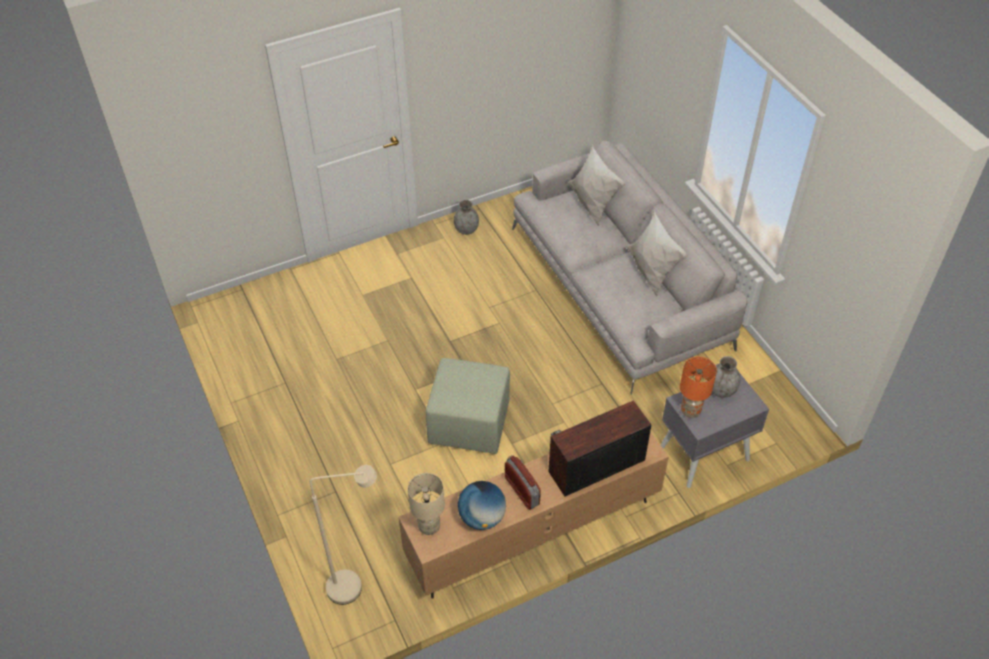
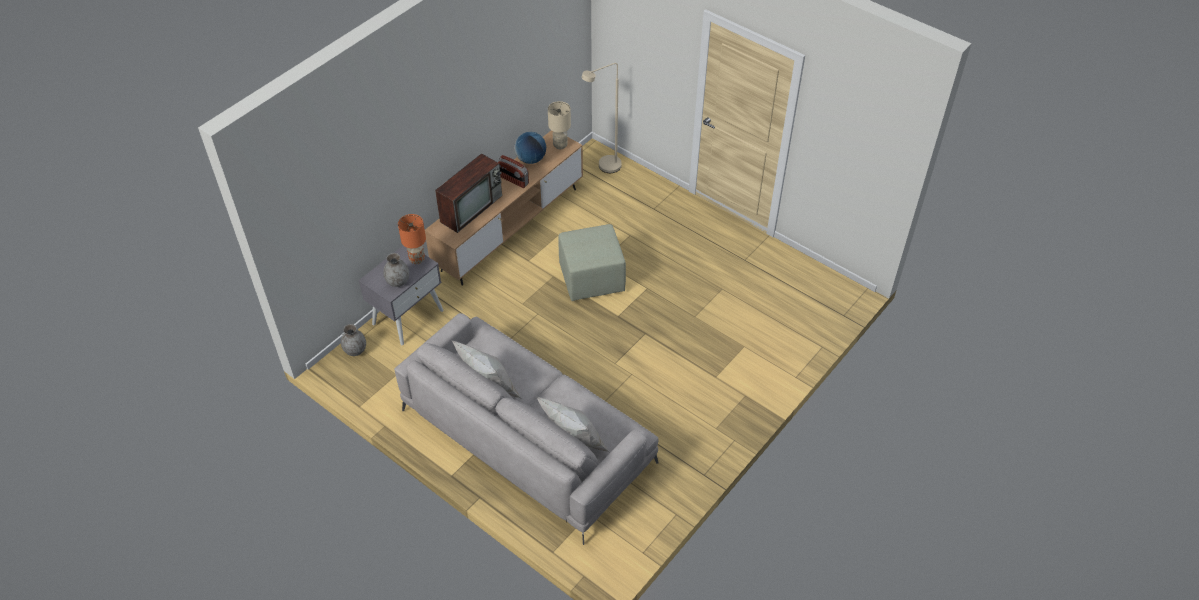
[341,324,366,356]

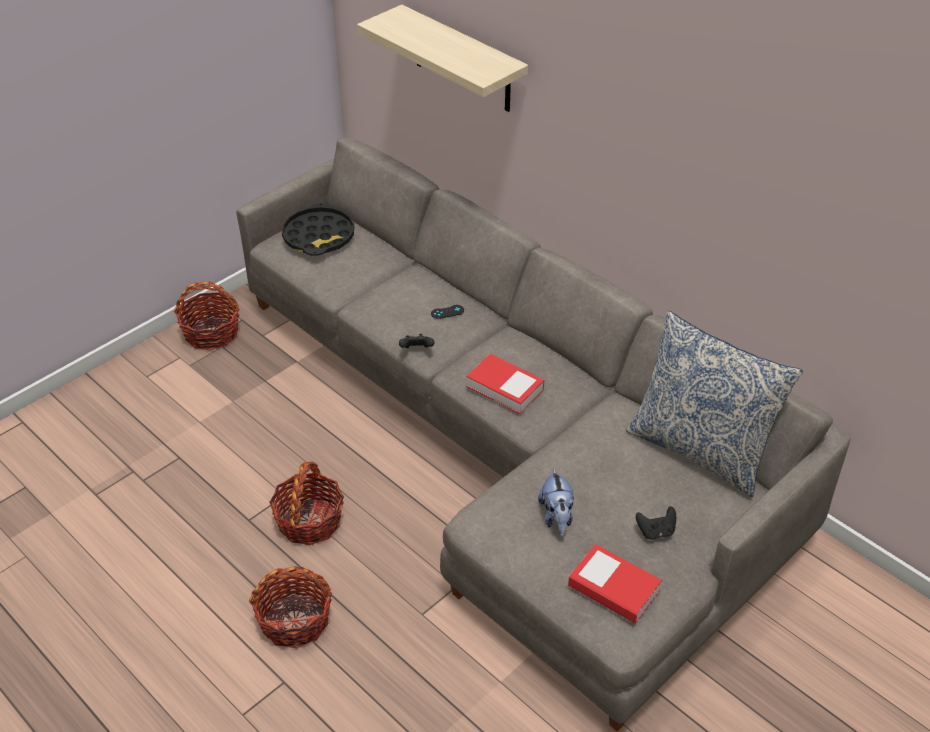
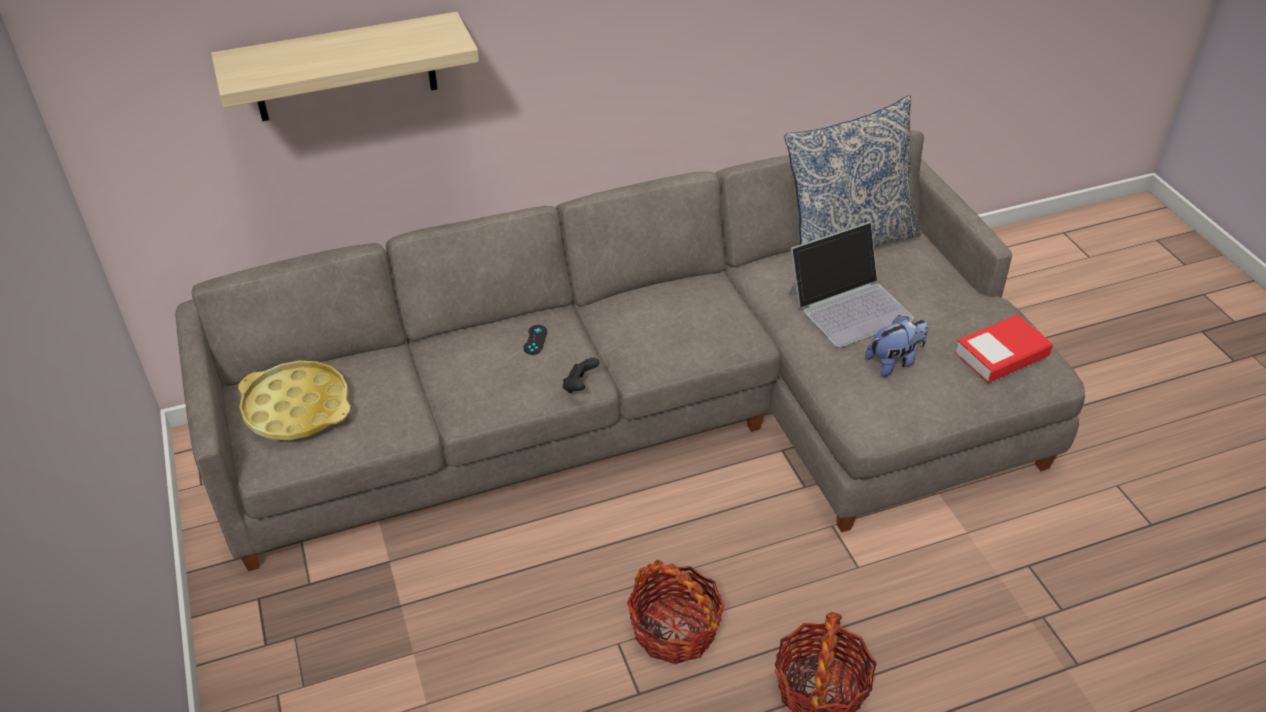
[238,361,351,440]
[787,222,914,347]
[865,315,928,377]
[174,282,239,350] (first image)
[466,354,544,414] (first image)
[636,506,676,540] (first image)

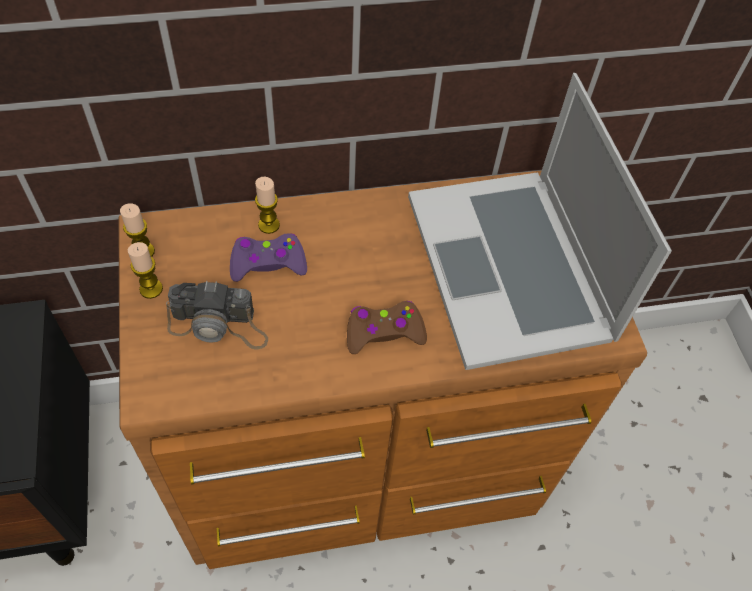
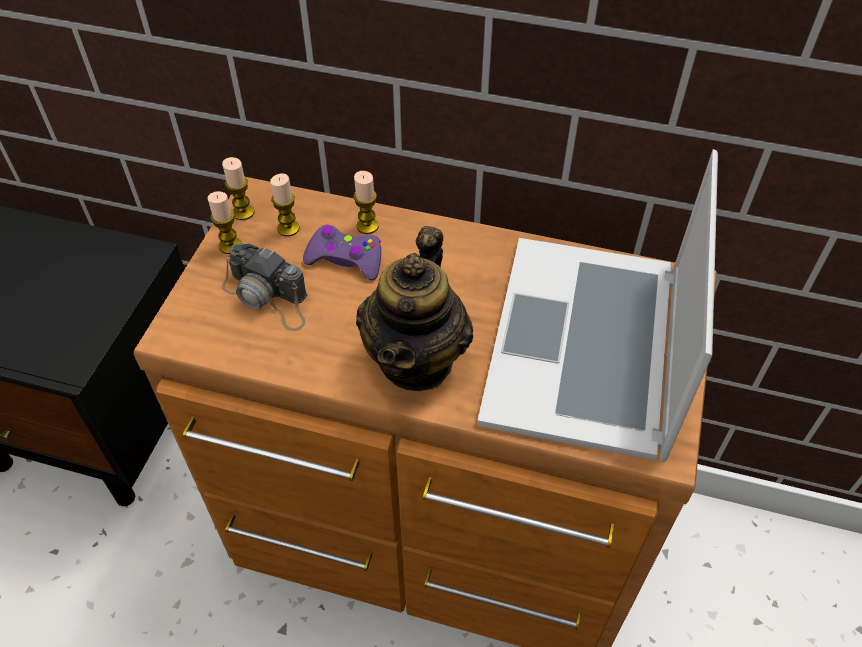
[270,174,300,237]
[356,226,473,391]

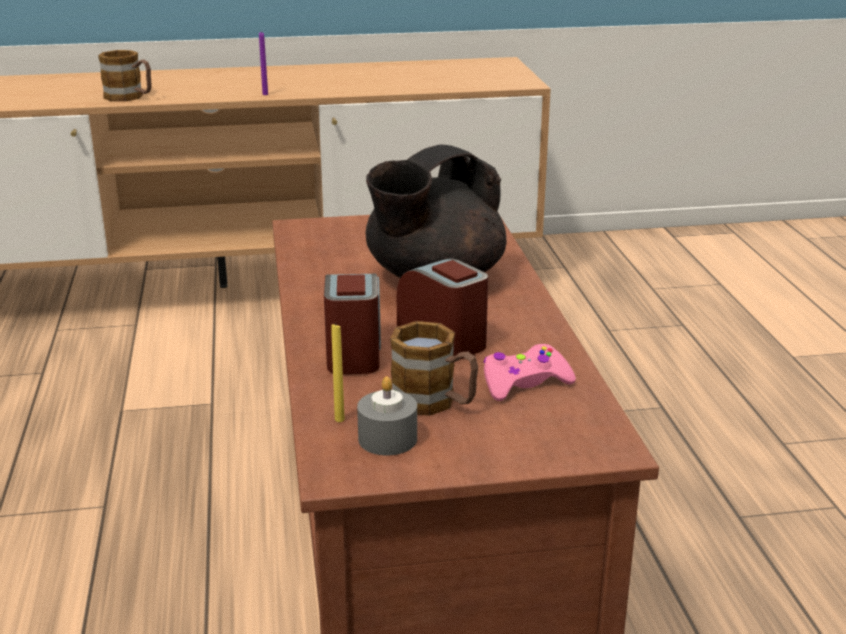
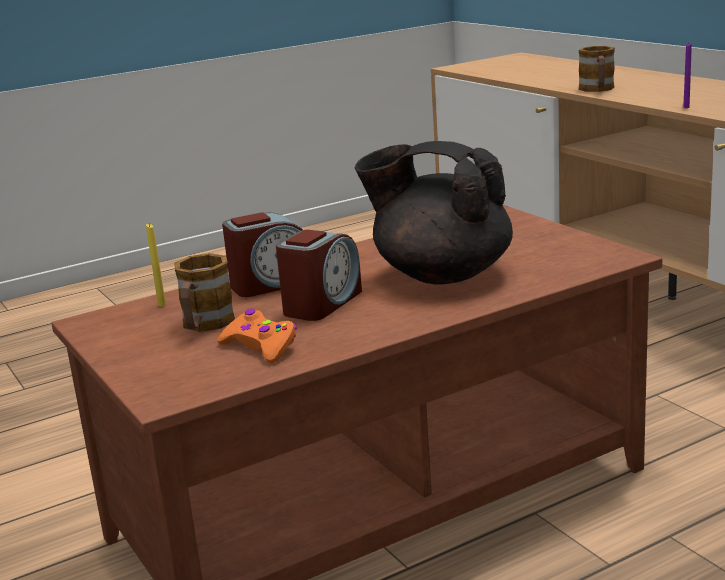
[217,308,297,363]
[357,376,417,455] (first image)

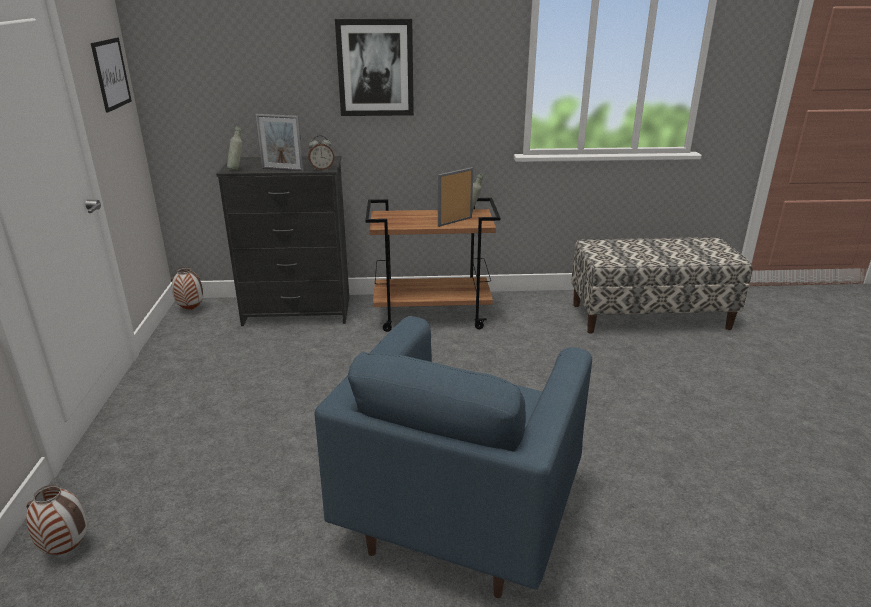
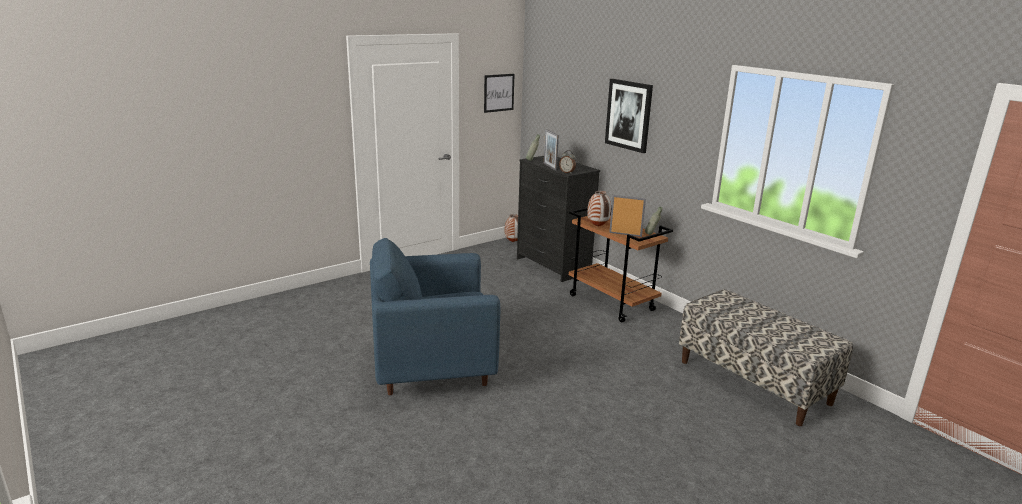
[587,191,611,227]

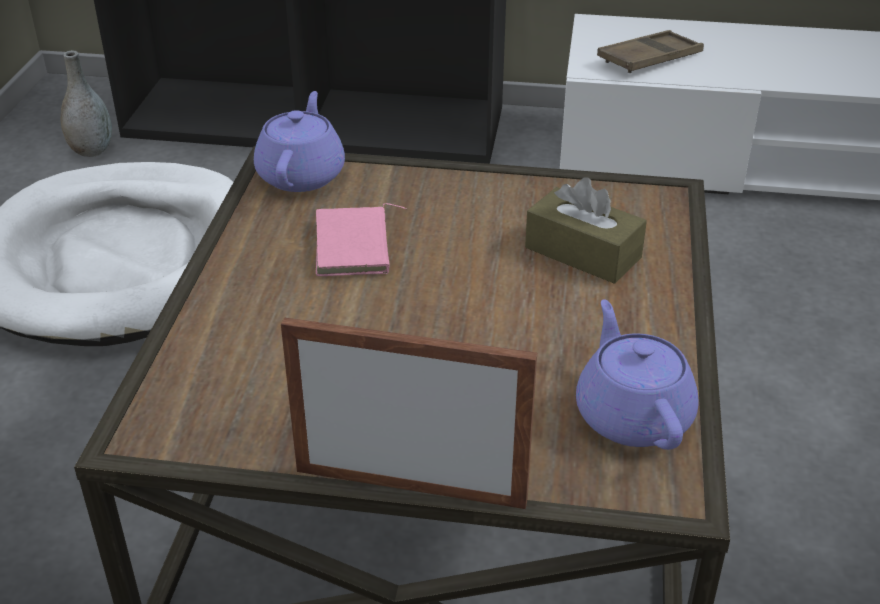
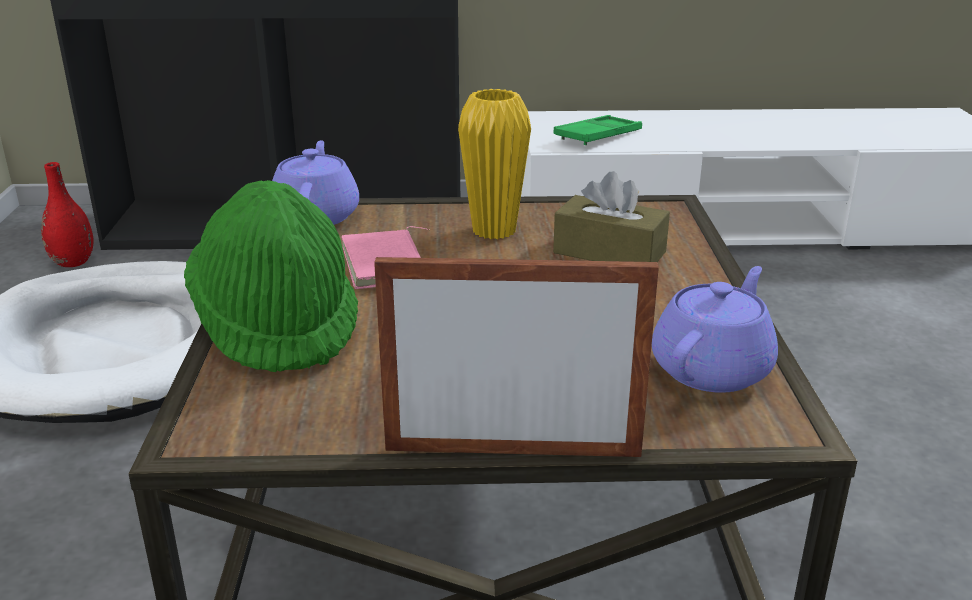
[41,162,94,267]
[184,180,358,372]
[458,89,531,239]
[553,115,642,145]
[652,266,778,393]

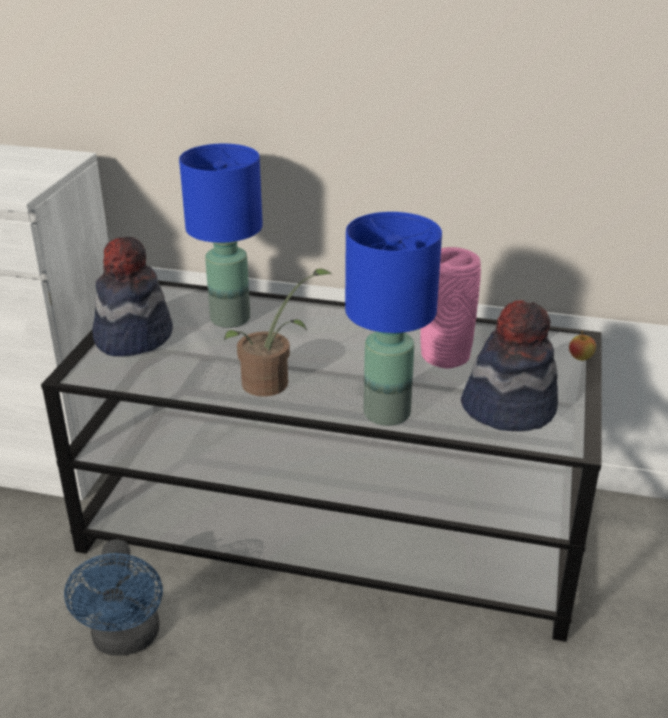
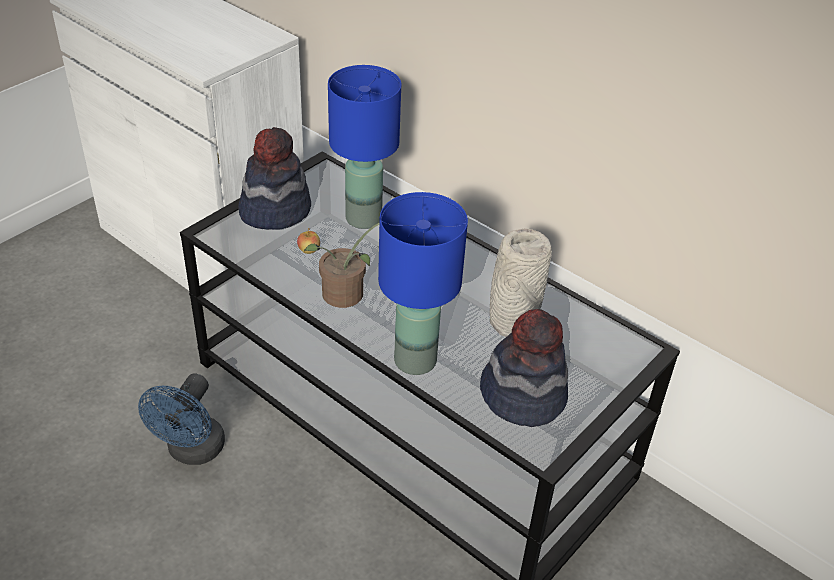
[297,228,320,254]
[490,228,552,337]

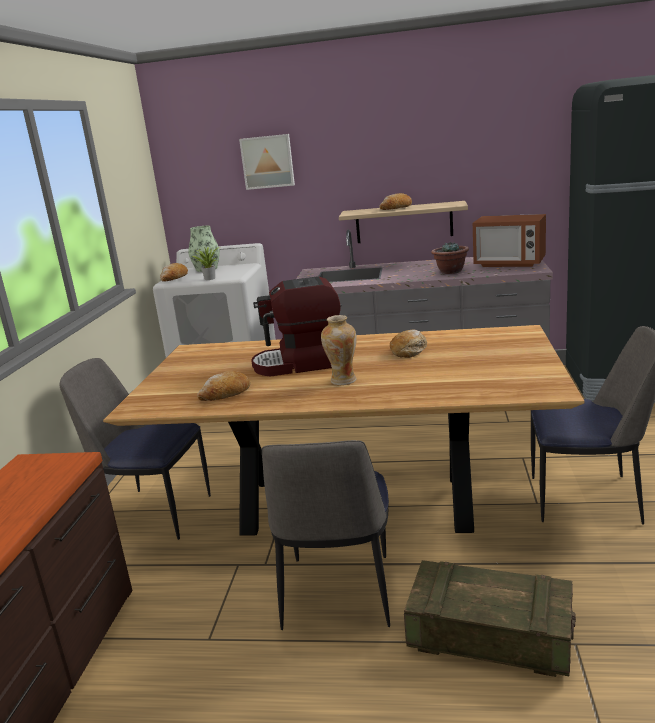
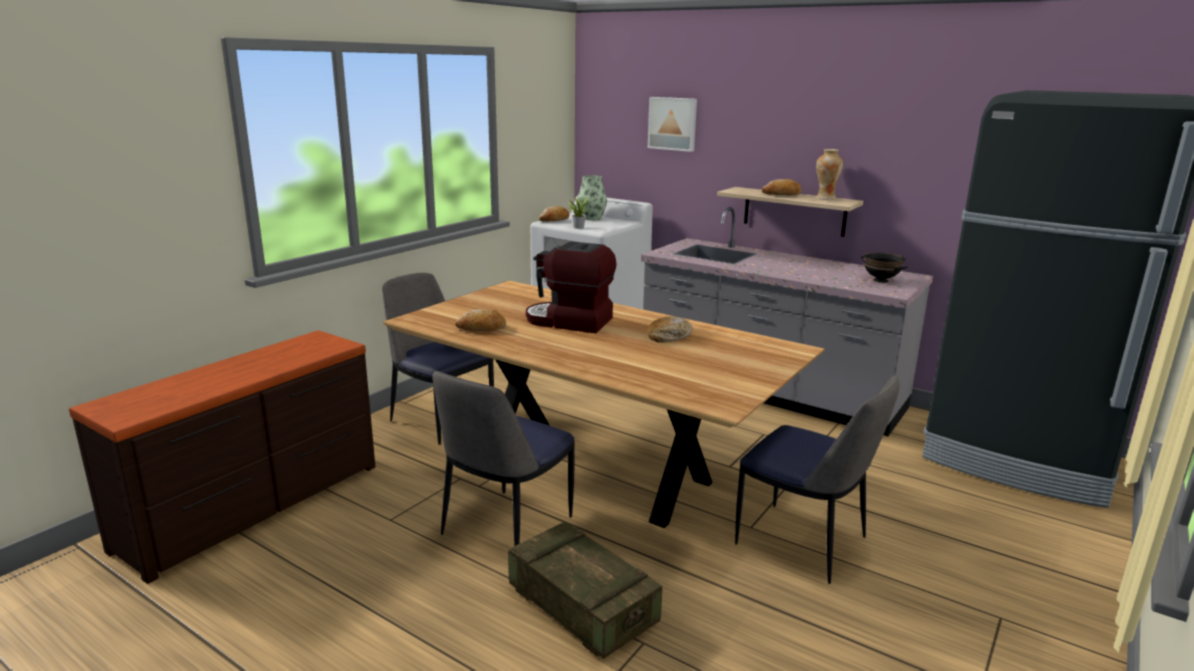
[816,149,843,200]
[861,252,908,283]
[431,241,469,274] (first image)

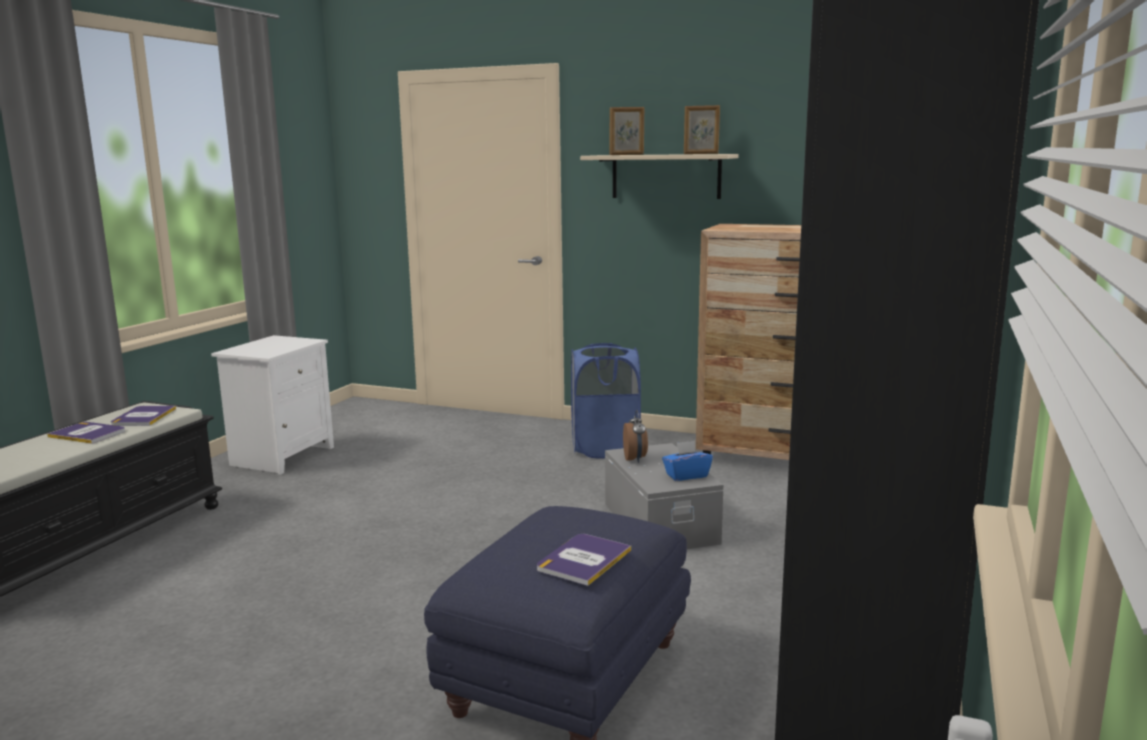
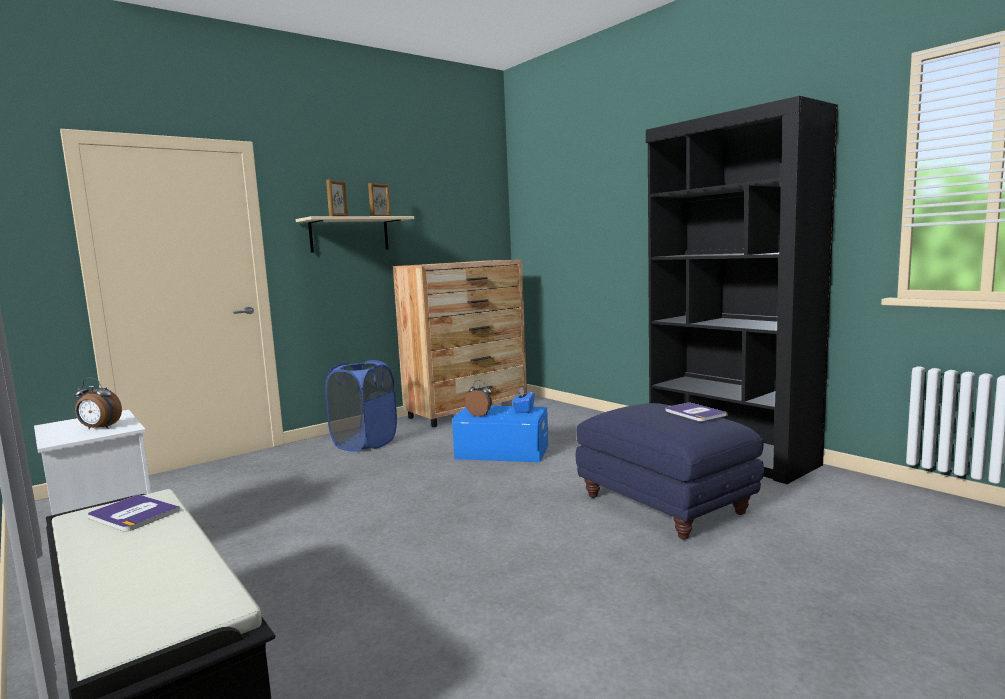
[74,378,122,429]
[452,406,549,462]
[47,422,125,444] (first image)

